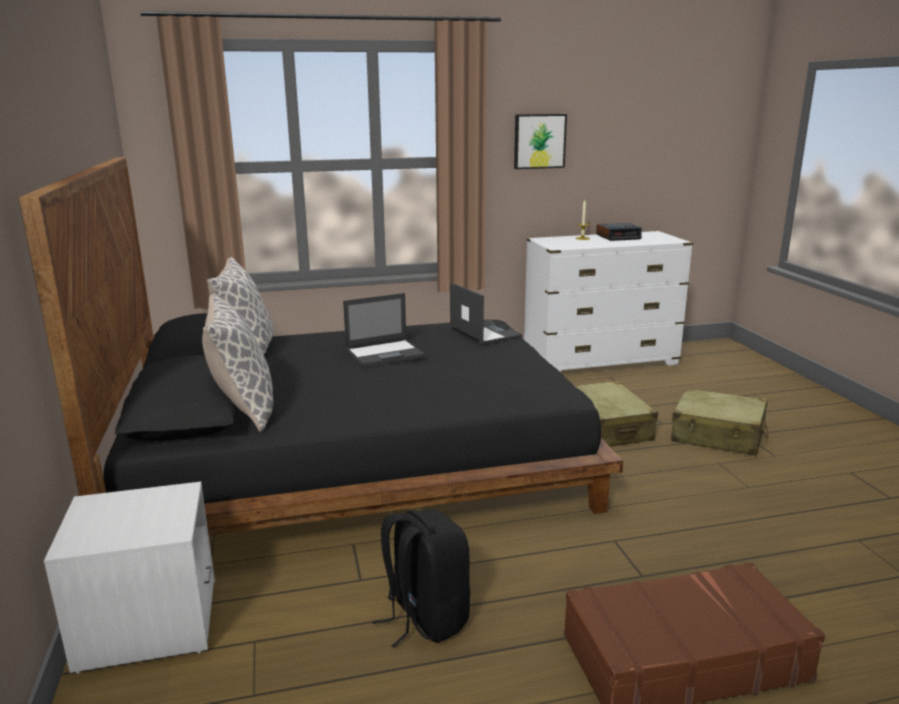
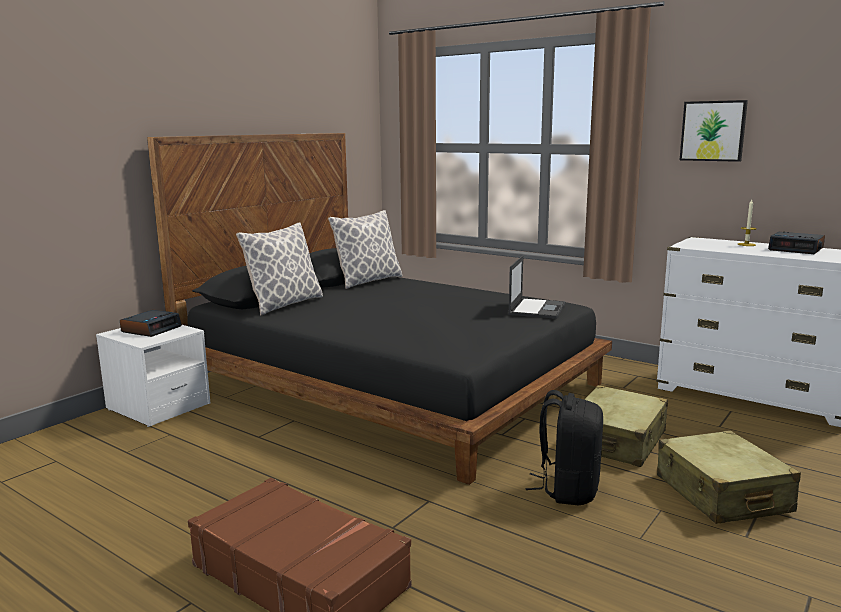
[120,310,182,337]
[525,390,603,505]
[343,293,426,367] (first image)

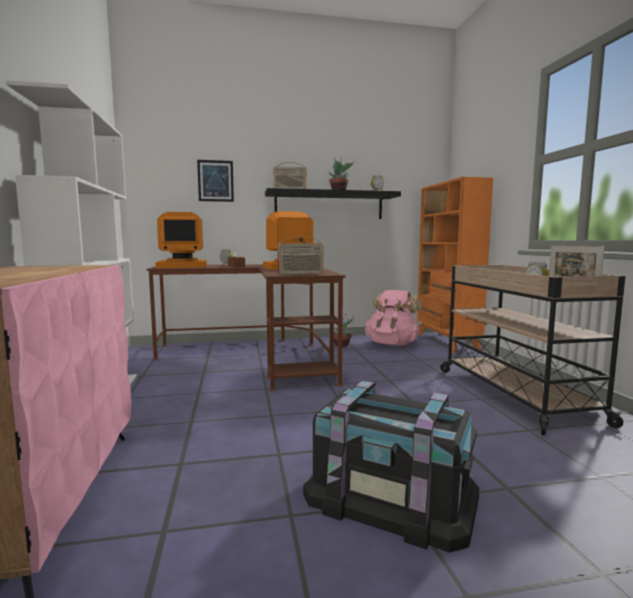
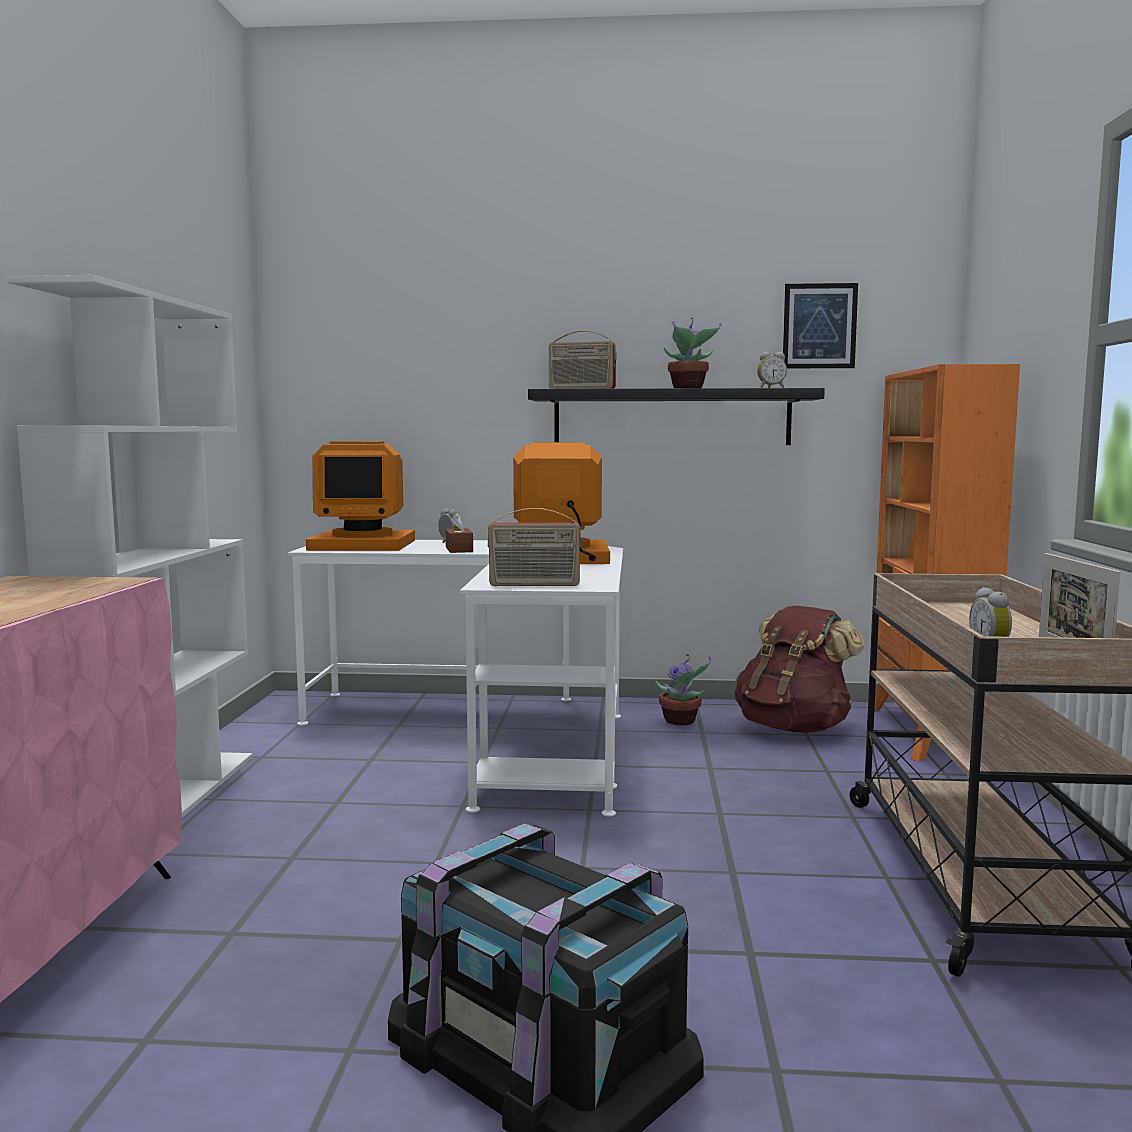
[288,540,623,817]
[734,605,865,733]
[783,283,858,368]

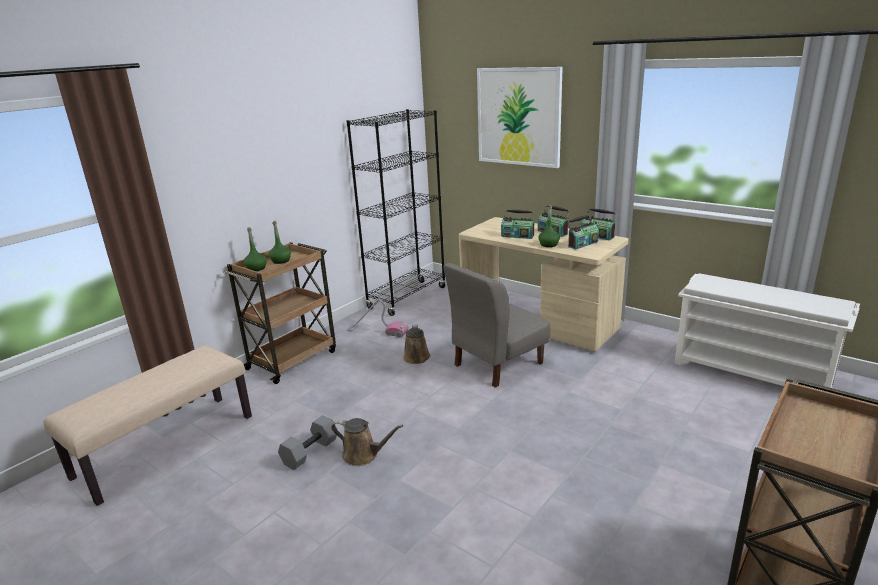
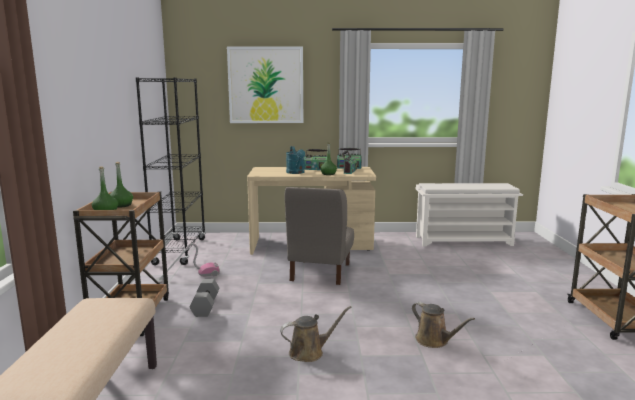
[189,279,219,317]
[286,146,305,174]
[412,302,475,348]

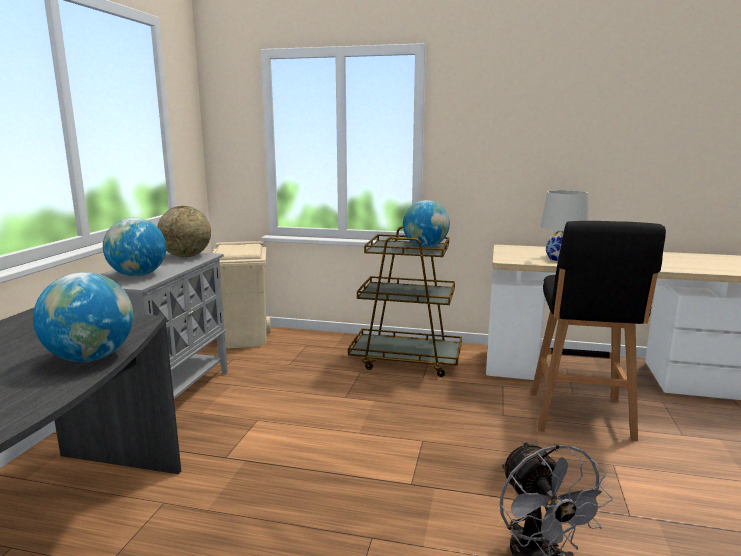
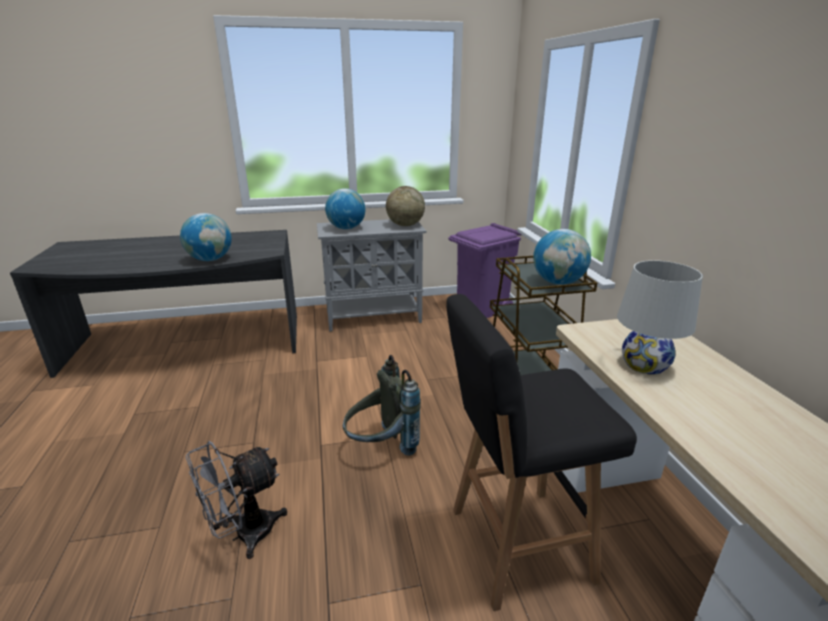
[343,355,421,456]
[448,223,521,318]

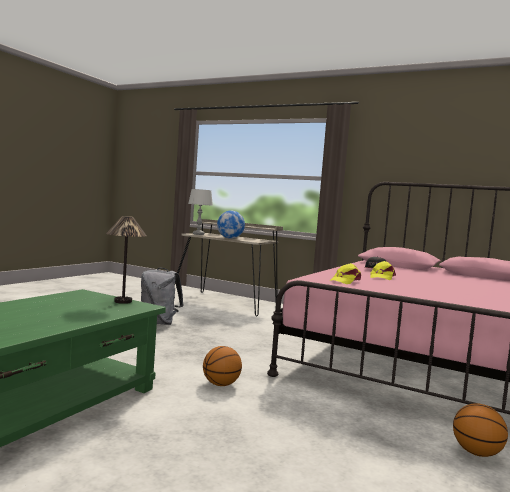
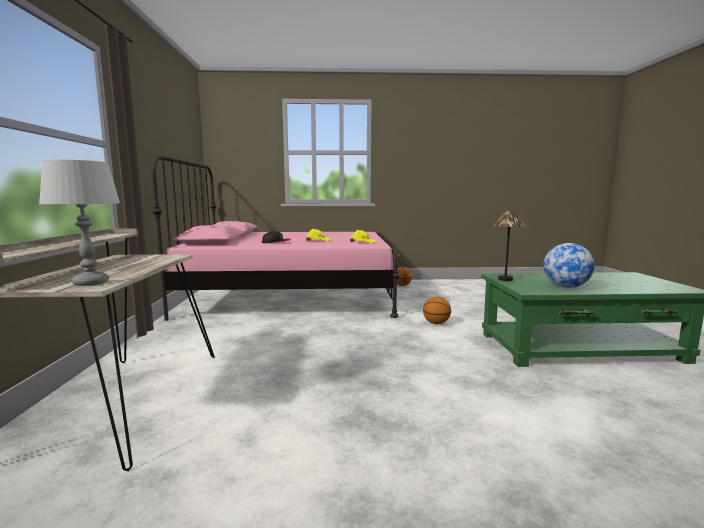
[543,243,595,288]
[141,268,184,325] (first image)

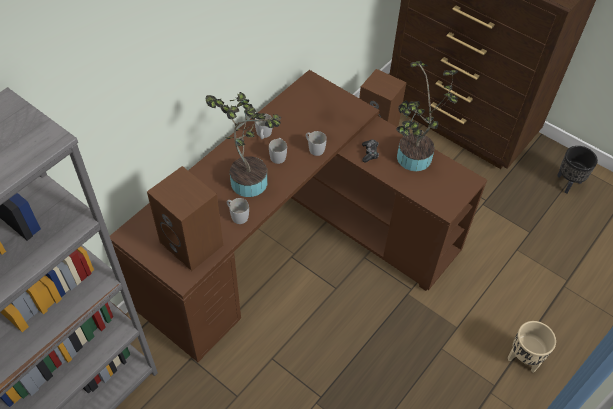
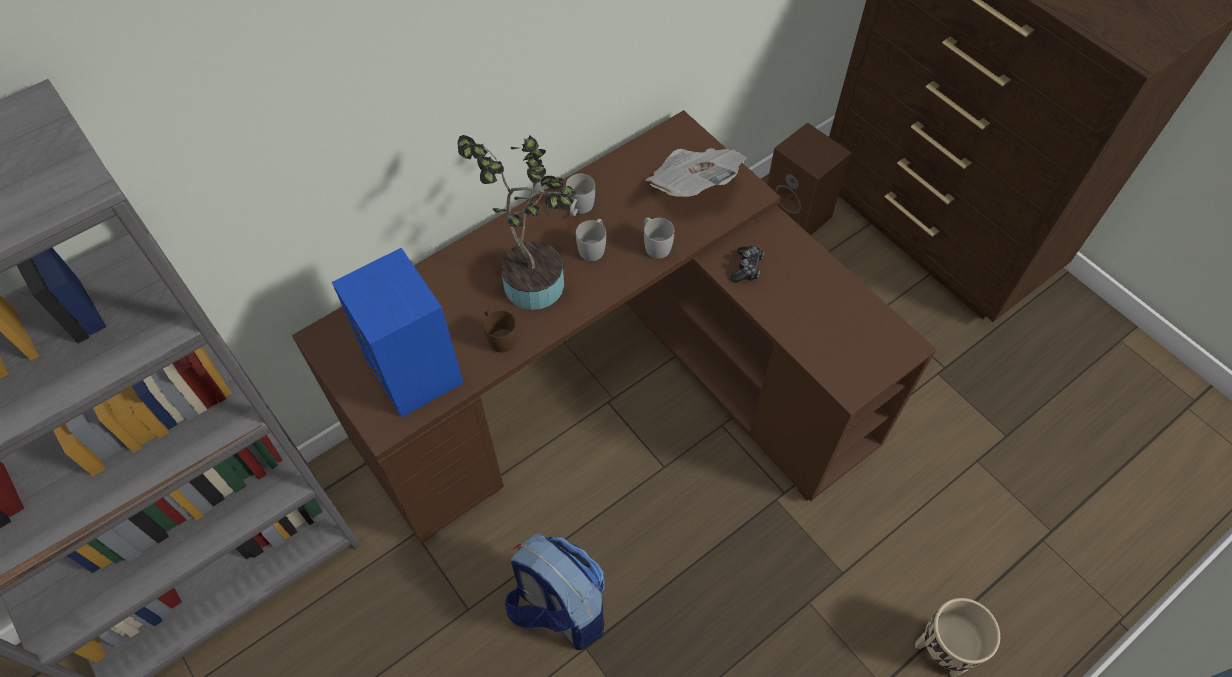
[332,248,463,418]
[483,310,517,353]
[505,534,605,650]
[645,148,747,197]
[396,61,459,171] (first image)
[557,146,598,194] (first image)

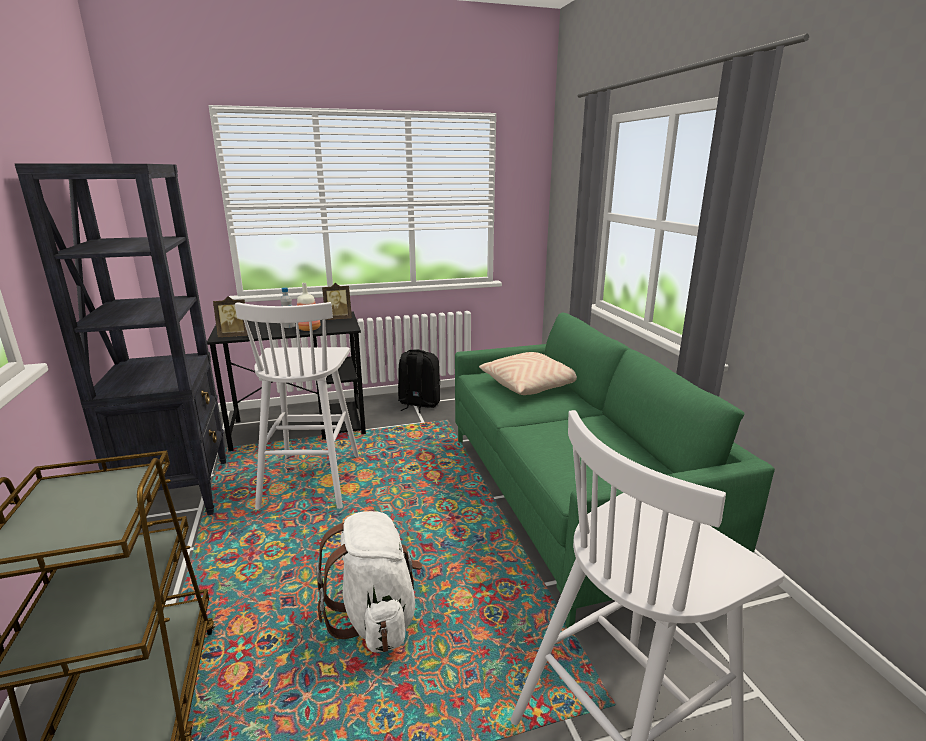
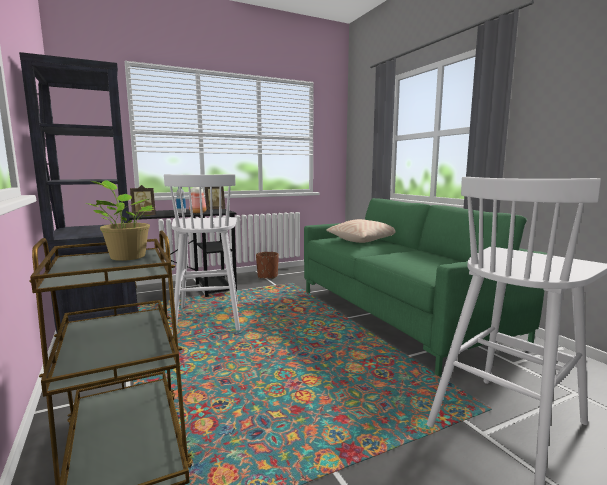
[85,180,154,261]
[256,252,279,279]
[316,511,422,653] (first image)

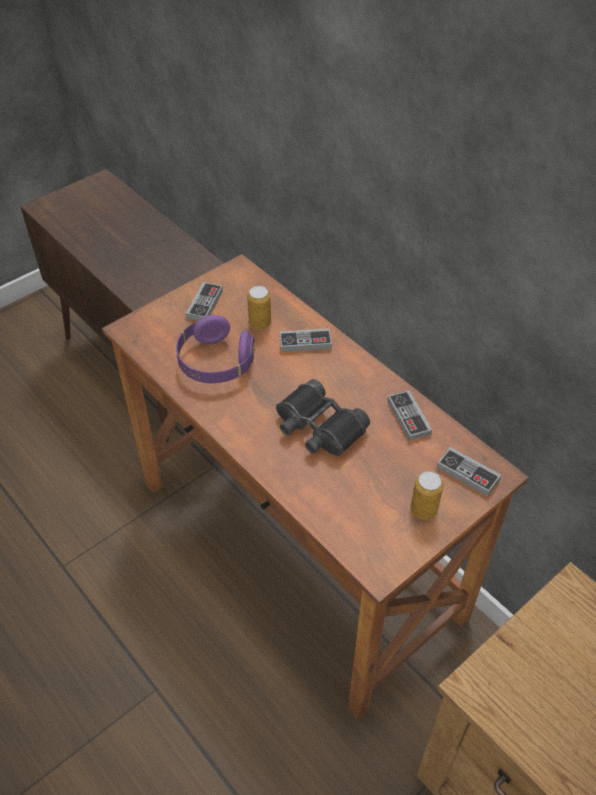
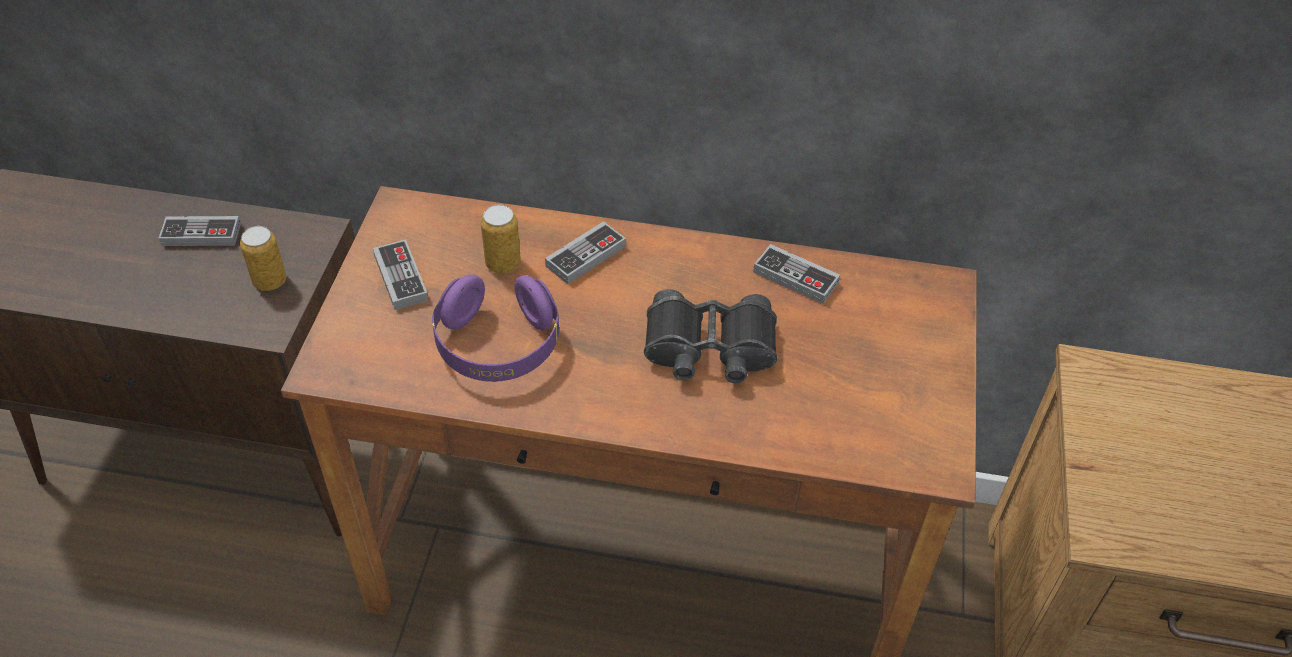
[158,216,241,246]
[240,226,287,291]

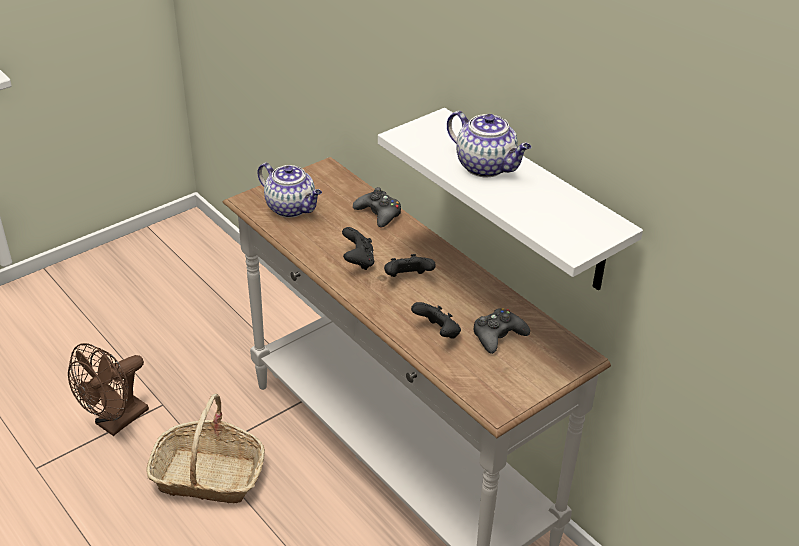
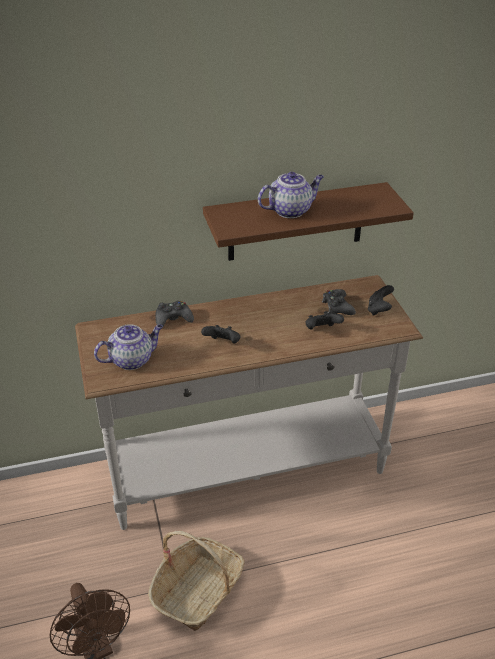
[203,182,414,261]
[368,285,394,316]

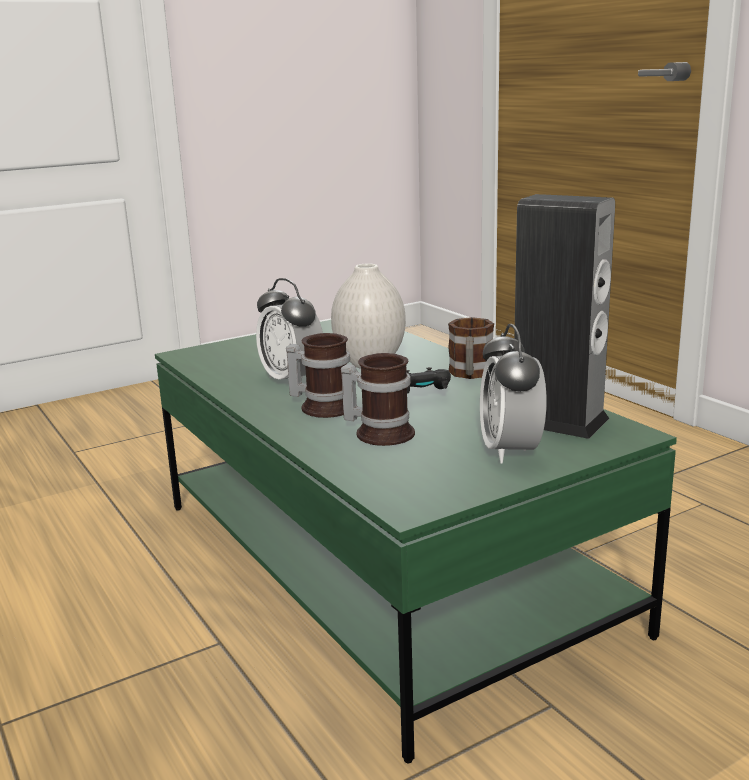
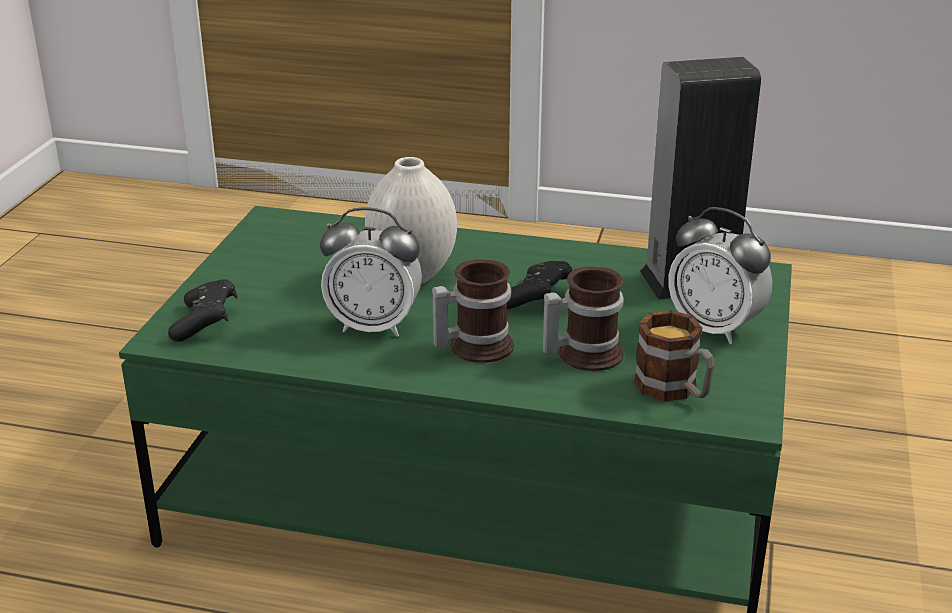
[168,279,238,342]
[634,310,715,402]

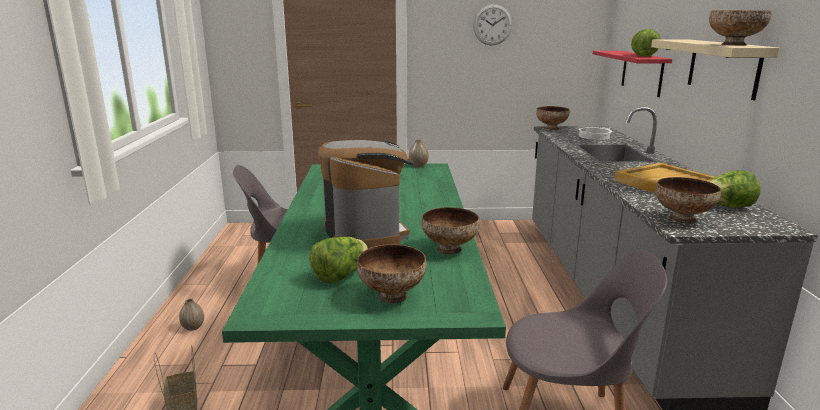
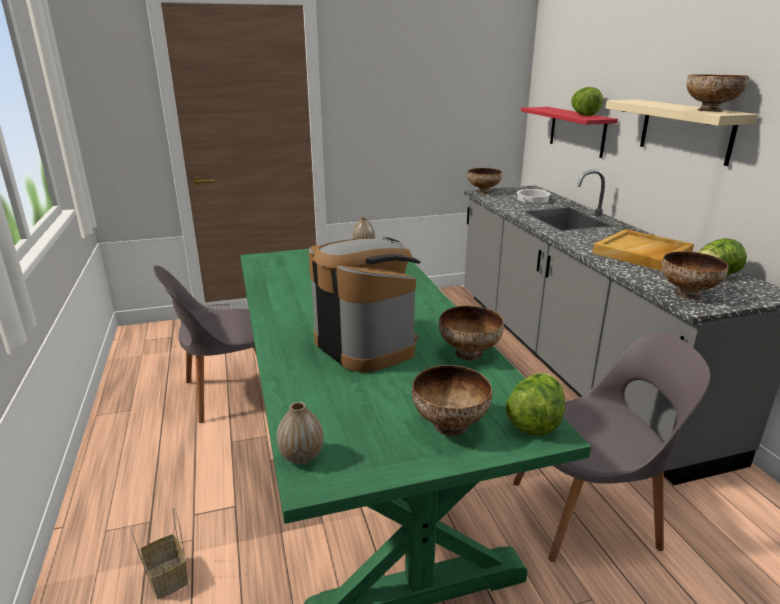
[277,402,324,464]
[506,373,565,436]
[473,4,512,45] (first image)

